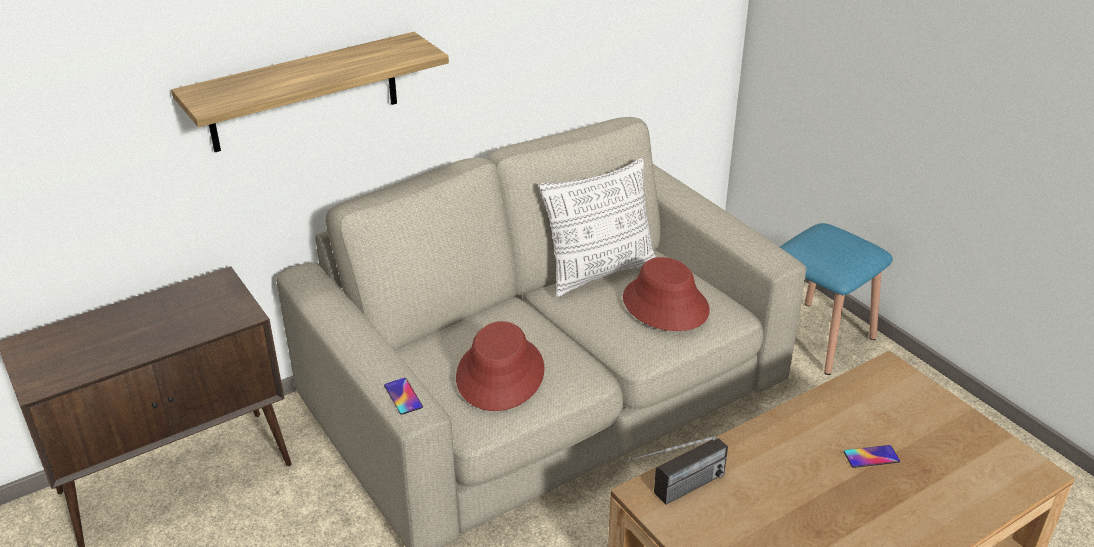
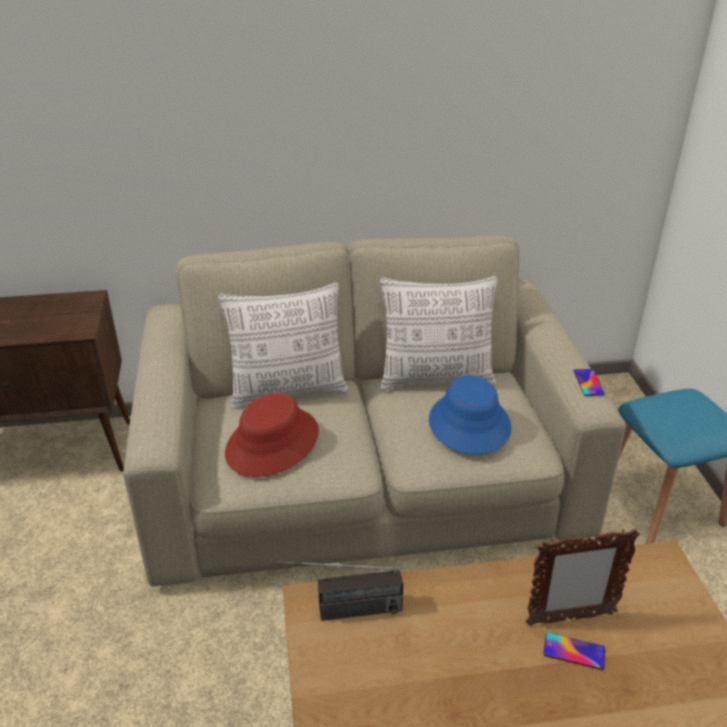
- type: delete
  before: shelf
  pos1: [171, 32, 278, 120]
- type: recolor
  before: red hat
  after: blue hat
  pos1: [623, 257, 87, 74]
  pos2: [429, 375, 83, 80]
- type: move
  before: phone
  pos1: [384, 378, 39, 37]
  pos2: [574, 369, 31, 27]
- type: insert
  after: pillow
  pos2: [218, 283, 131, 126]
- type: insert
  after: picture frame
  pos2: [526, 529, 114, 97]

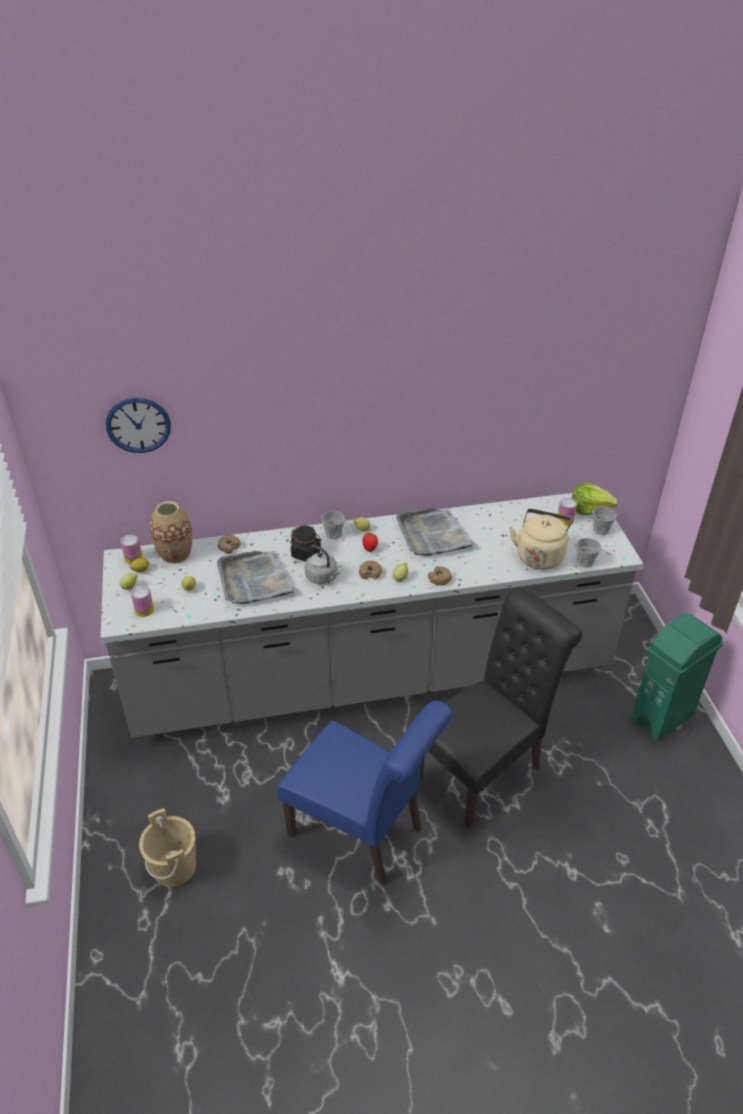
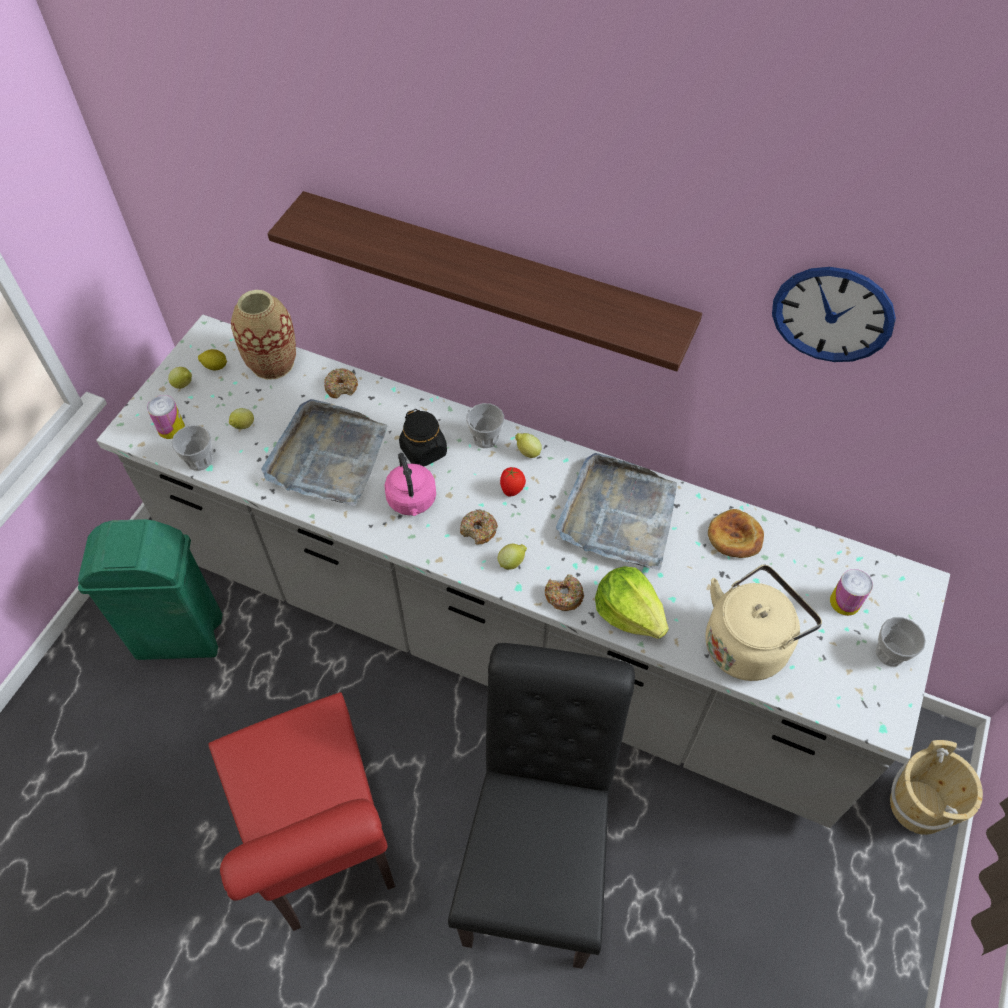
- type: move
  before: wall clock
  pos1: [106, 398, 65, 55]
  pos2: [772, 267, 124, 95]
- type: move
  before: lettuce
  pos1: [572, 483, 46, 32]
  pos2: [595, 566, 74, 73]
- type: delete
  before: can
  pos1: [121, 535, 22, 29]
- type: move
  before: cup
  pos1: [576, 538, 25, 30]
  pos2: [171, 425, 42, 46]
- type: recolor
  before: grey kettle
  after: pink kettle
  pos1: [305, 545, 35, 39]
  pos2: [384, 453, 52, 63]
- type: rotate
  before: black chair
  pos1: [420, 587, 162, 242]
  pos2: [448, 643, 187, 326]
  turn: -75
- type: move
  before: green trash can
  pos1: [630, 613, 93, 129]
  pos2: [78, 519, 145, 141]
- type: recolor
  before: blue chair
  after: red chair
  pos1: [276, 701, 177, 184]
  pos2: [208, 692, 187, 239]
- type: move
  before: beige bucket
  pos1: [139, 808, 57, 79]
  pos2: [890, 740, 93, 95]
- type: insert
  after: shelf
  pos2: [267, 191, 435, 180]
- type: insert
  after: bread
  pos2: [708, 509, 56, 49]

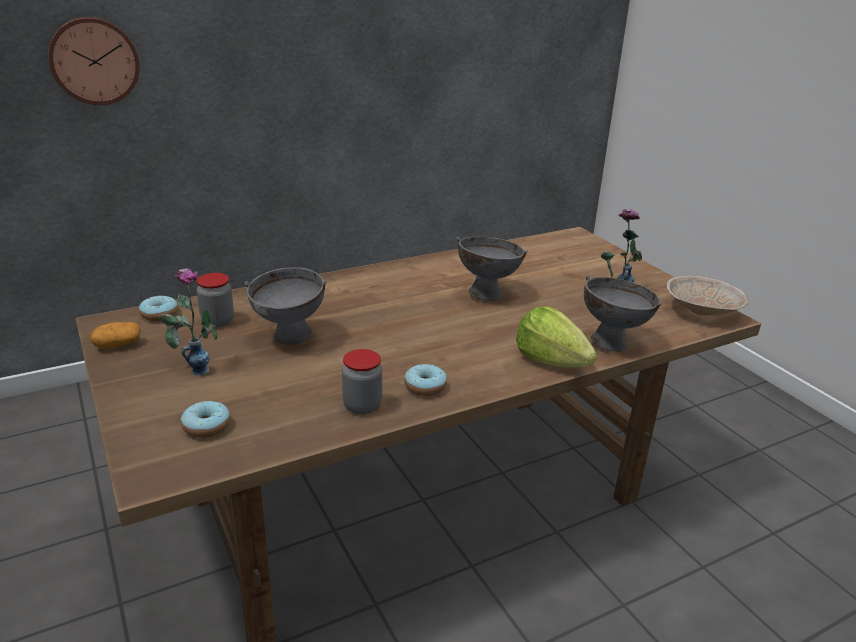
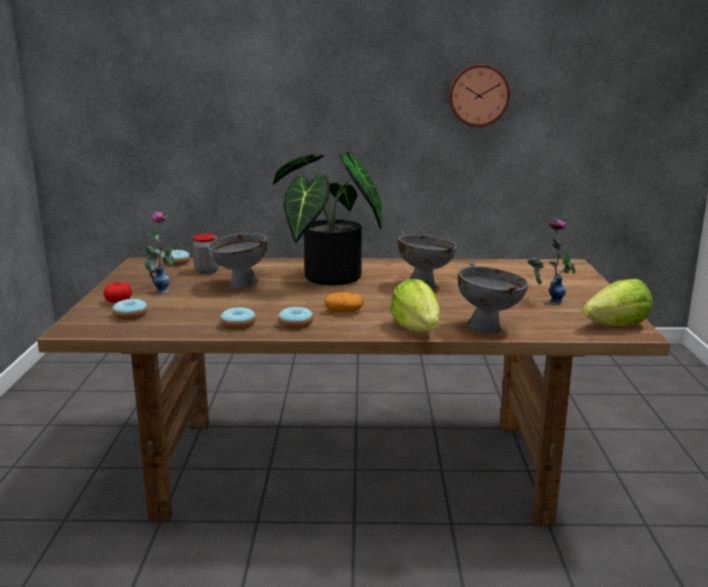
- type: move
  before: wall clock
  pos1: [48, 17, 92, 88]
  pos2: [449, 64, 61, 63]
- type: replace
  before: beige bowl
  after: lettuce
  pos1: [667, 275, 82, 40]
  pos2: [582, 278, 71, 48]
- type: move
  before: potato
  pos1: [90, 322, 51, 27]
  pos2: [324, 292, 40, 20]
- type: replace
  before: jar
  after: donut
  pos1: [342, 349, 40, 65]
  pos2: [220, 308, 36, 21]
- type: insert
  after: potted plant
  pos2: [273, 152, 109, 133]
- type: insert
  after: tomato
  pos2: [104, 282, 28, 21]

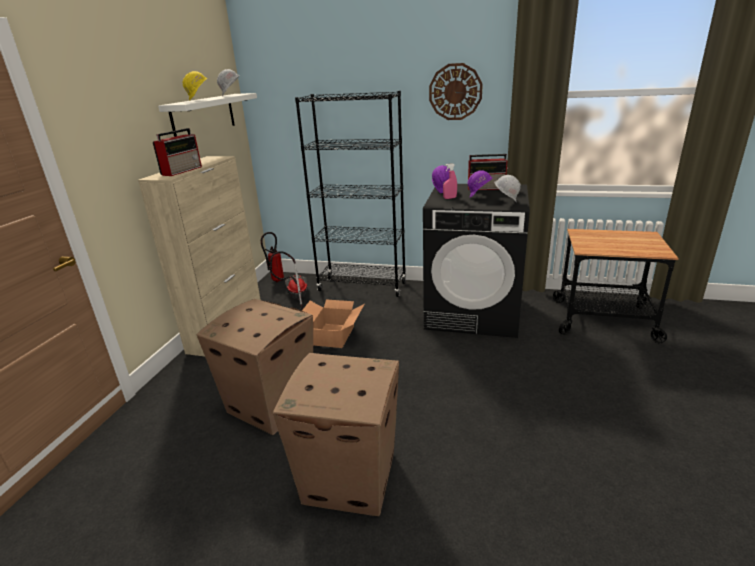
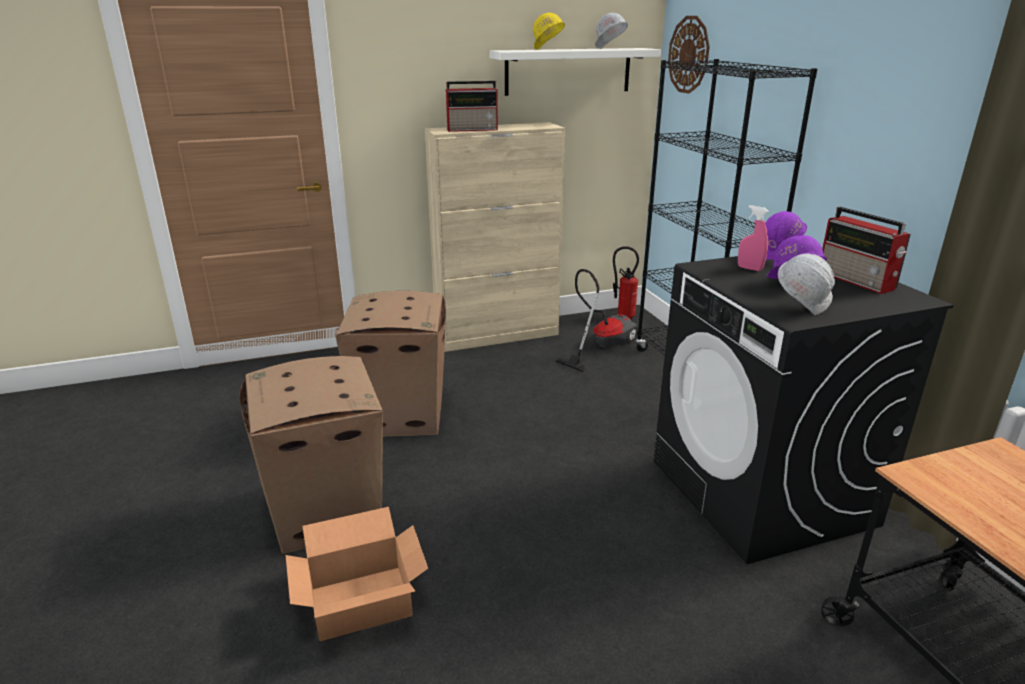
- type: move
  before: wall clock
  pos1: [429, 63, 54, 57]
  pos2: [668, 16, 42, 78]
- type: move
  before: cardboard box
  pos1: [302, 299, 62, 49]
  pos2: [286, 507, 142, 134]

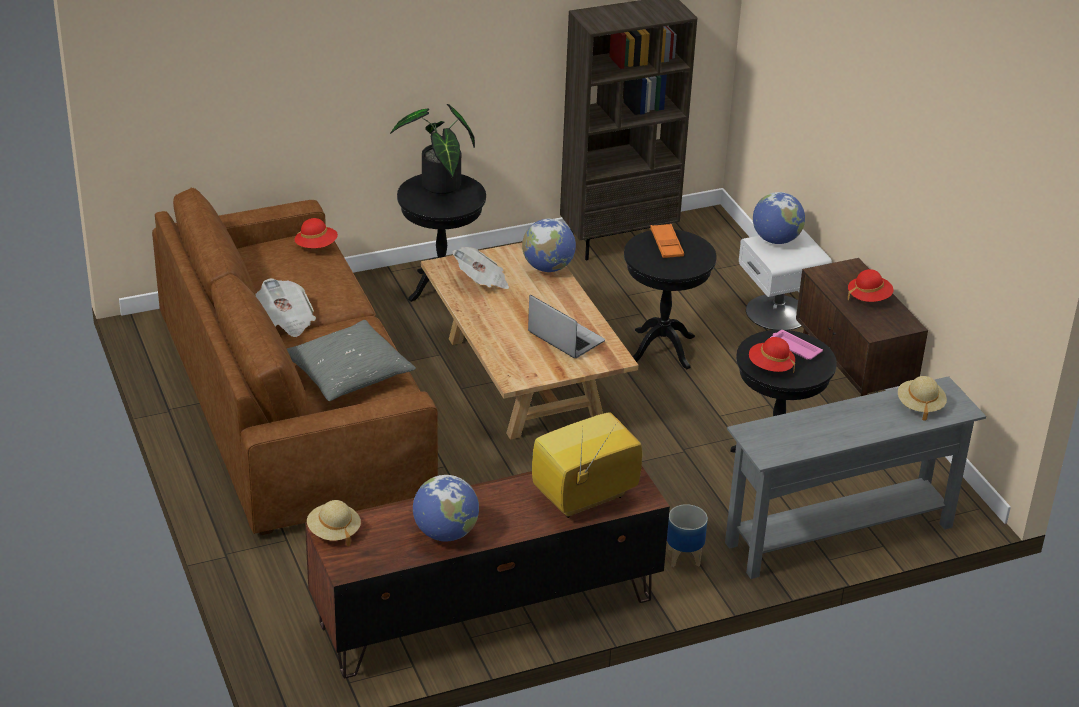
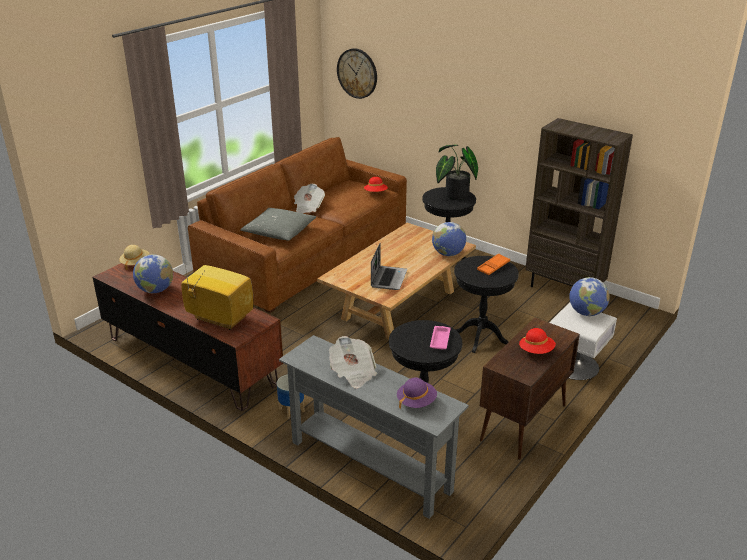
- type: move
  before: newspaper
  pos1: [453, 247, 56, 42]
  pos2: [329, 336, 48, 53]
- type: delete
  before: red hat
  pos1: [749, 337, 46, 36]
- type: recolor
  before: beige hat
  after: purple hat
  pos1: [898, 376, 49, 45]
  pos2: [397, 377, 40, 31]
- type: insert
  after: wall clock
  pos2: [337, 48, 40, 51]

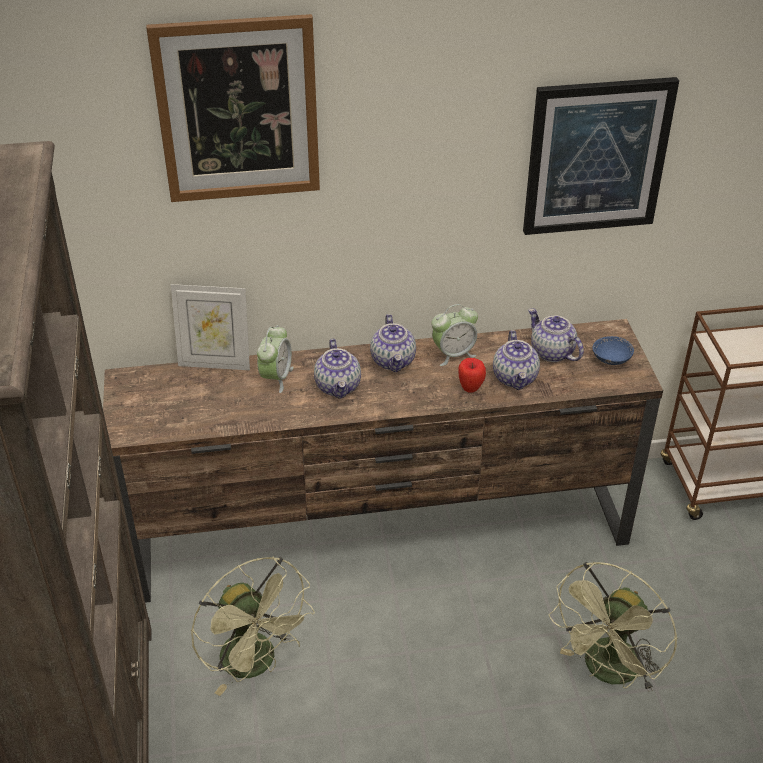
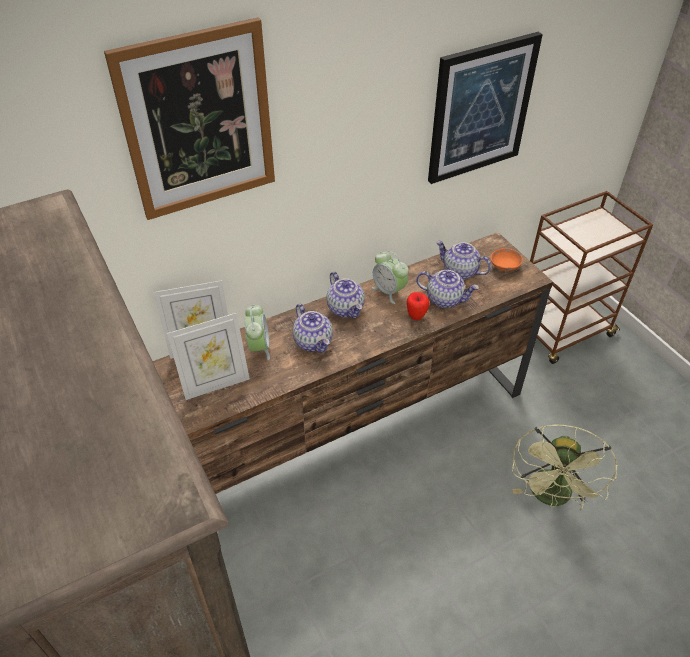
- type: rotate
  before: alarm clock
  pos1: [432, 304, 46, 62]
  pos2: [371, 251, 38, 53]
  turn: 90
- type: rotate
  before: teapot
  pos1: [493, 330, 47, 60]
  pos2: [416, 270, 63, 38]
  turn: -45
- type: recolor
  before: blue bowl
  after: orange bowl
  pos1: [593, 336, 41, 29]
  pos2: [491, 248, 32, 23]
- type: delete
  before: green fan
  pos1: [191, 557, 124, 139]
- type: insert
  after: picture frame
  pos2: [167, 313, 83, 87]

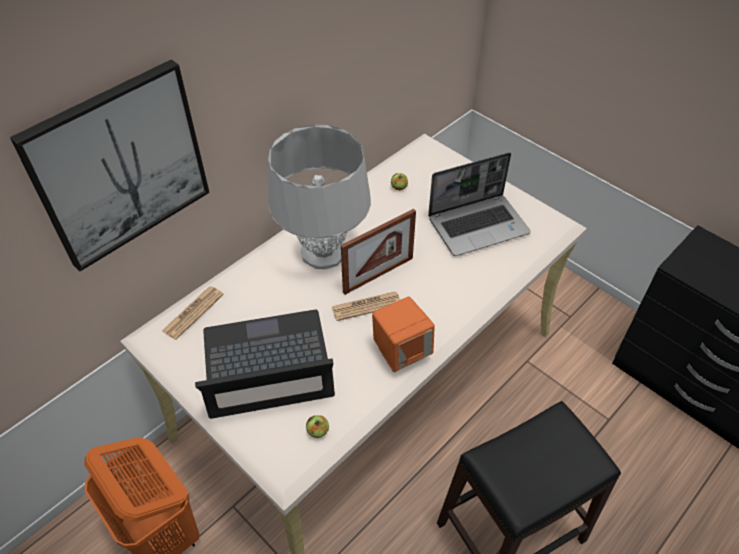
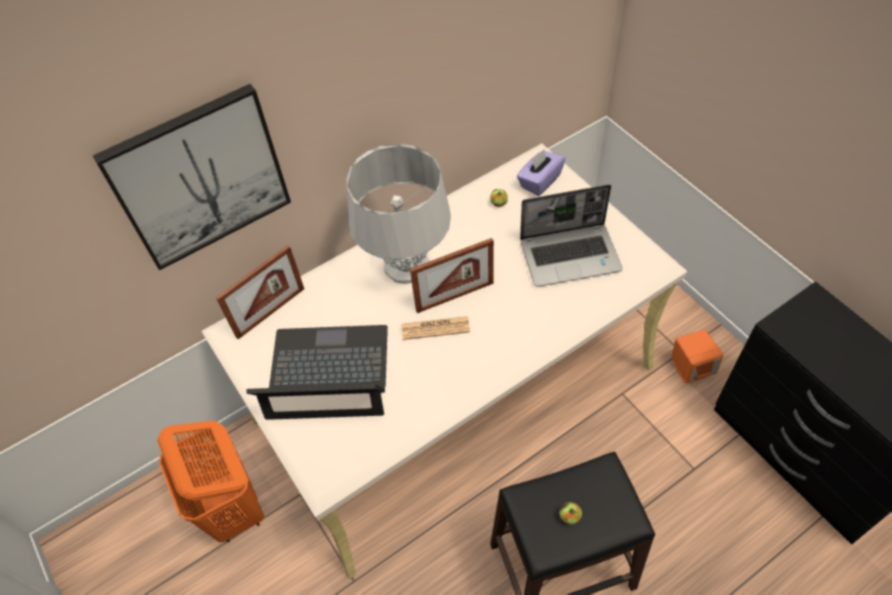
- type: replace
  before: newspaper
  after: picture frame
  pos1: [162, 286, 62, 54]
  pos2: [216, 245, 88, 94]
- type: move
  before: orange speaker
  pos1: [372, 297, 63, 75]
  pos2: [671, 329, 52, 54]
- type: move
  before: apple
  pos1: [306, 415, 23, 23]
  pos2: [559, 502, 23, 22]
- type: insert
  after: purple tissue box
  pos2: [517, 149, 48, 47]

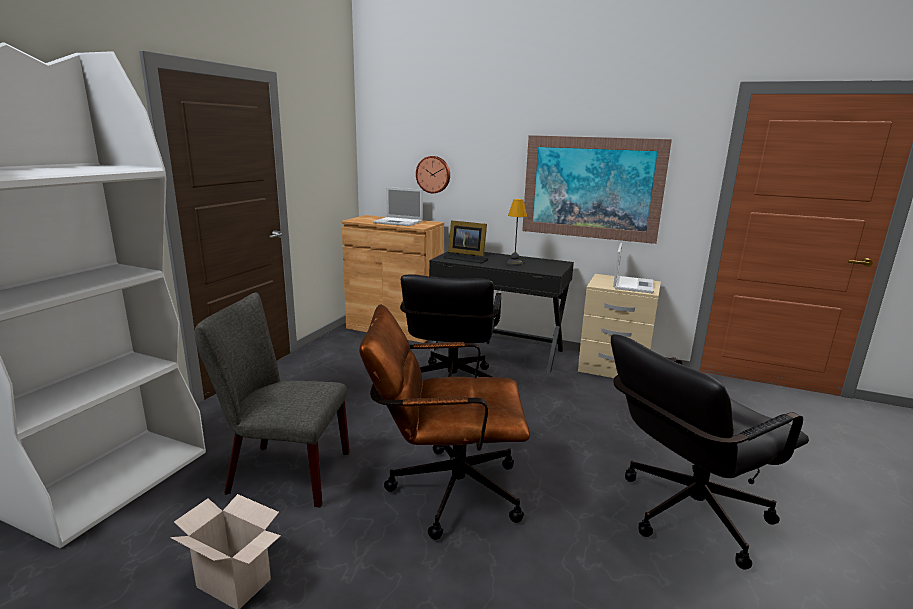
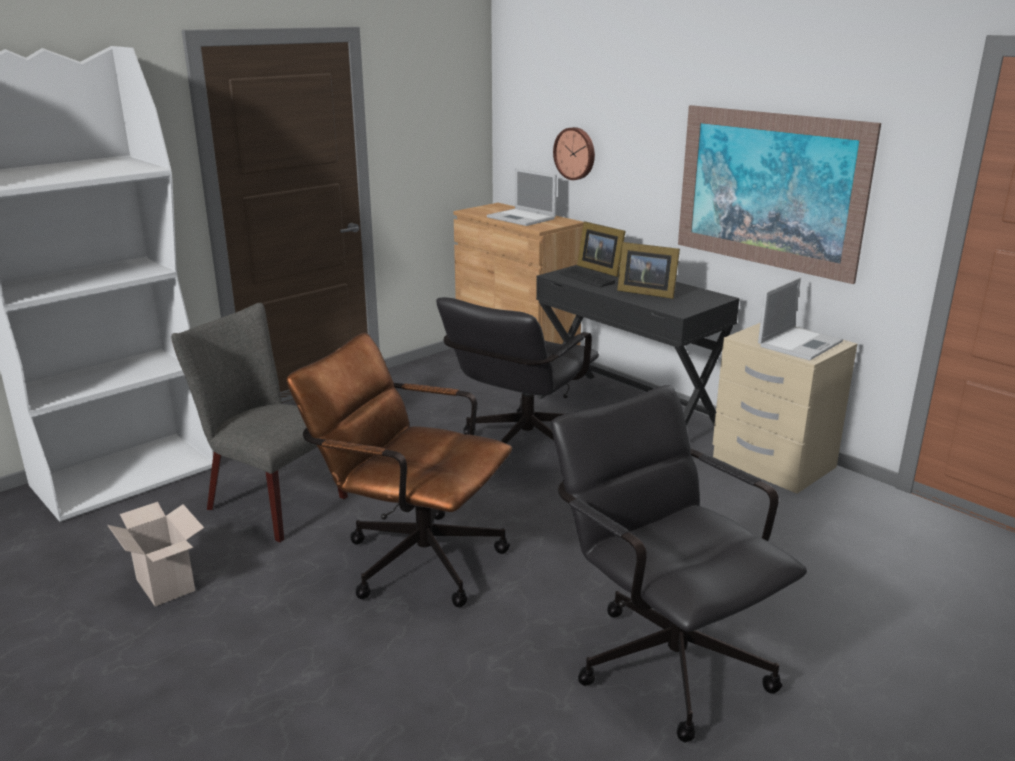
- type: replace
  before: table lamp
  after: picture frame
  pos1: [507, 199, 20, 67]
  pos2: [617, 242, 63, 57]
- type: rotate
  before: black office chair
  pos1: [611, 334, 198, 236]
  pos2: [551, 385, 256, 357]
  turn: 60

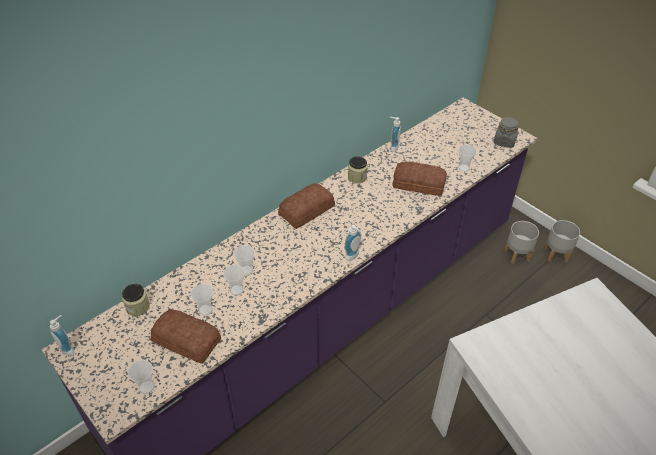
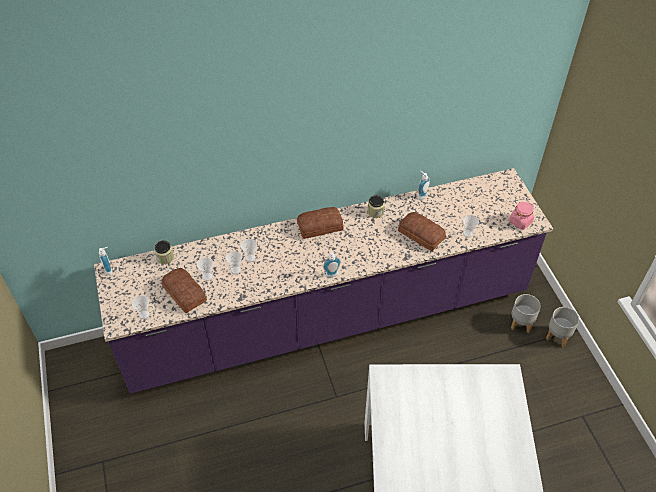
- type: recolor
  before: grey jar
  after: pink jar
  pos1: [494, 117, 25, 31]
  pos2: [509, 202, 25, 28]

